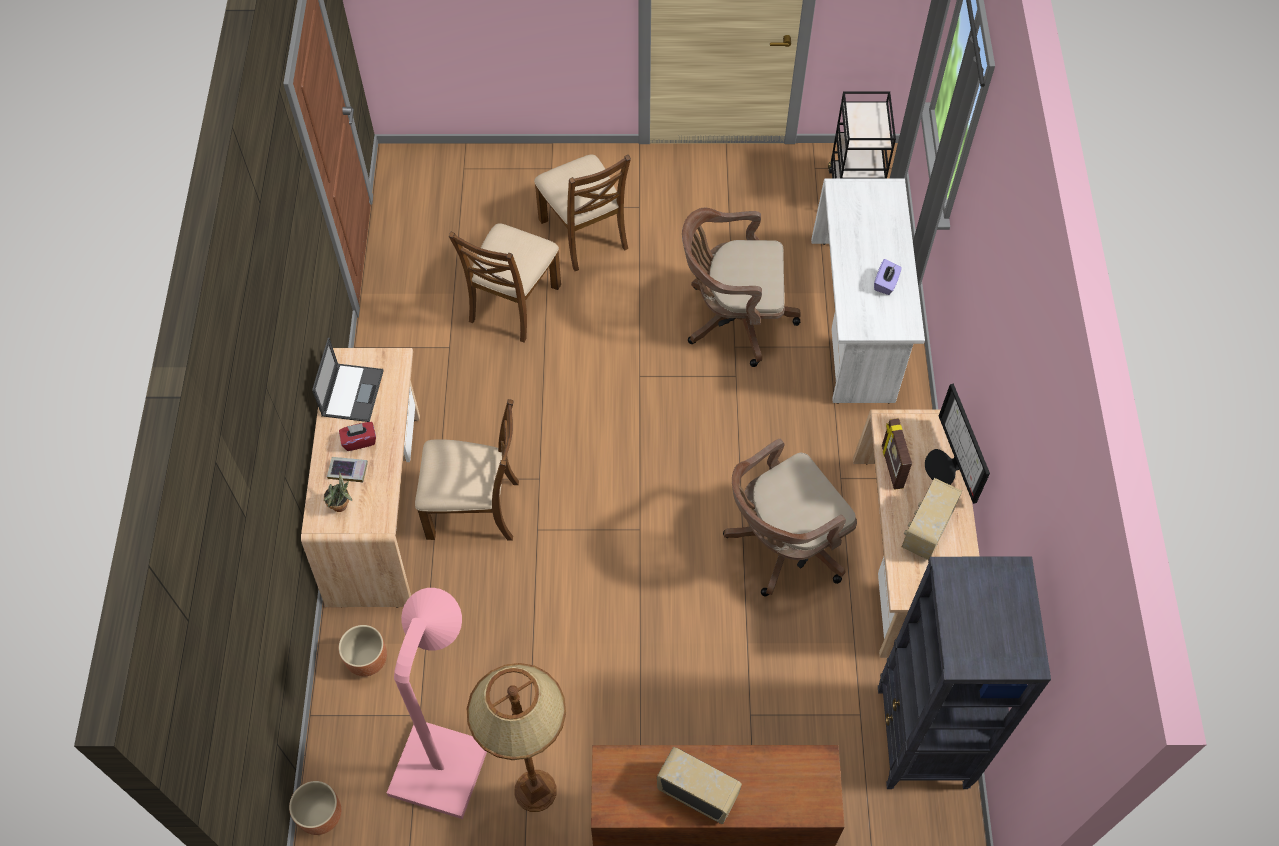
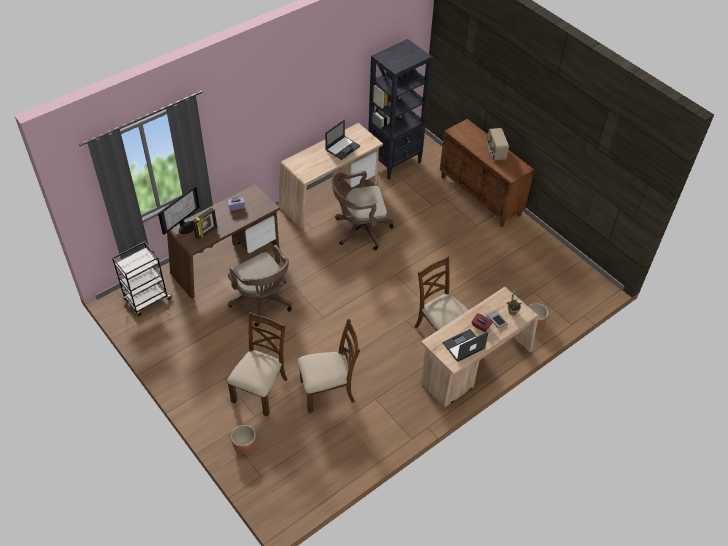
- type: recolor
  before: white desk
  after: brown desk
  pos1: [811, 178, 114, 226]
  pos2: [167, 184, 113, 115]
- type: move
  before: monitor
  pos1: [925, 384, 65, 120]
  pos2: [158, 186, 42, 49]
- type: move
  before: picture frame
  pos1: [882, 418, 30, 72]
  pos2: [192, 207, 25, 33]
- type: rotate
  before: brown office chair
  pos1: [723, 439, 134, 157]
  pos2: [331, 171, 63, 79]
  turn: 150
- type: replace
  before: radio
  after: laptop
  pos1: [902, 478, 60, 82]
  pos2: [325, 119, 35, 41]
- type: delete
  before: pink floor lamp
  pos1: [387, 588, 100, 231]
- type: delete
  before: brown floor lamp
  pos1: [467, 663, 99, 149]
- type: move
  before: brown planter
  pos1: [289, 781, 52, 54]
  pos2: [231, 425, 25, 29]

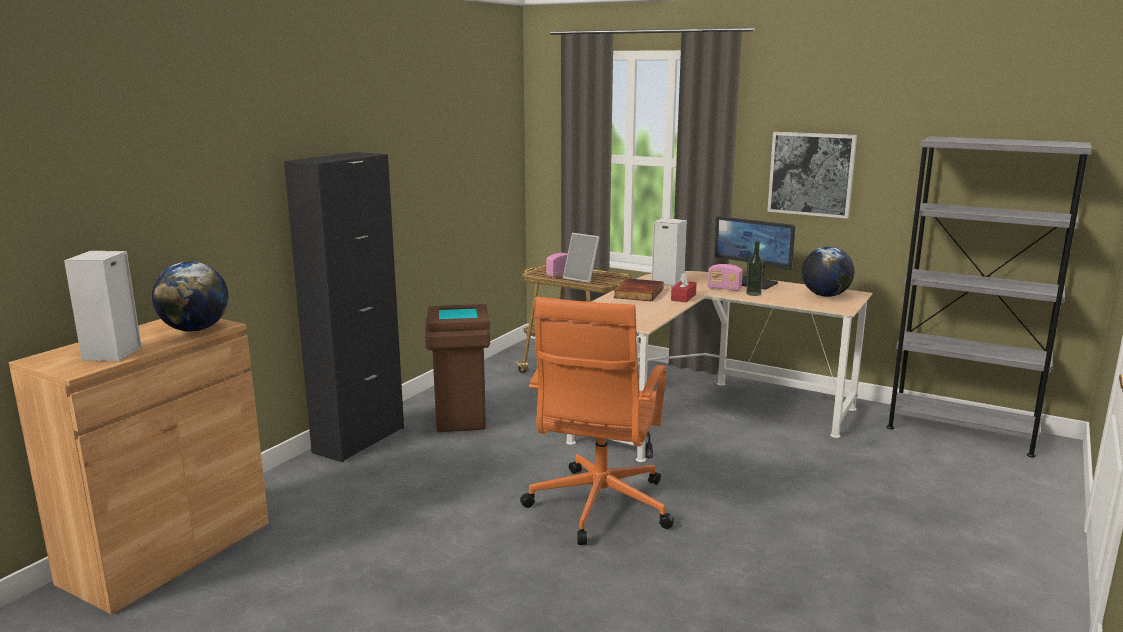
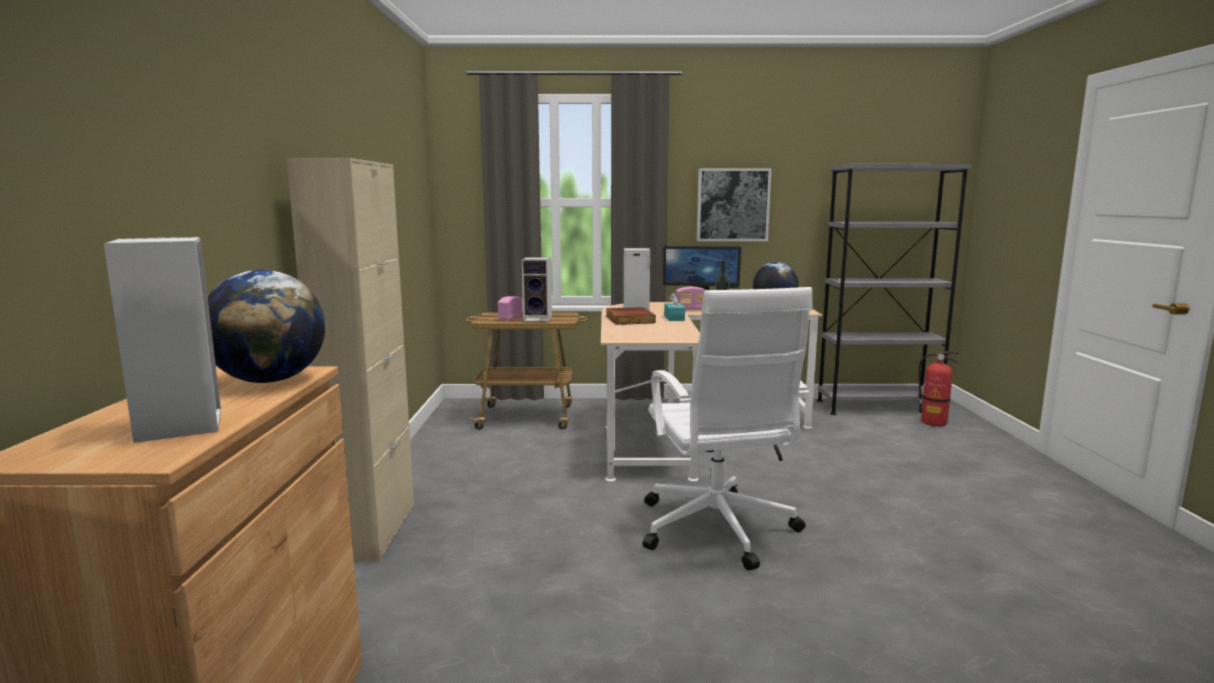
- type: recolor
  before: black cabinet
  after: beige cabinet
  pos1: [284, 152, 120, 311]
  pos2: [287, 158, 127, 404]
- type: replace
  before: picture frame
  after: speaker
  pos1: [563, 233, 37, 50]
  pos2: [522, 257, 30, 65]
- type: recolor
  before: red tissue box
  after: turquoise tissue box
  pos1: [671, 272, 26, 31]
  pos2: [664, 293, 21, 28]
- type: recolor
  before: orange office chair
  after: white office chair
  pos1: [520, 297, 154, 248]
  pos2: [643, 287, 170, 283]
- type: delete
  before: brown trash can
  pos1: [425, 304, 65, 128]
- type: insert
  after: fire extinguisher
  pos2: [918, 351, 42, 75]

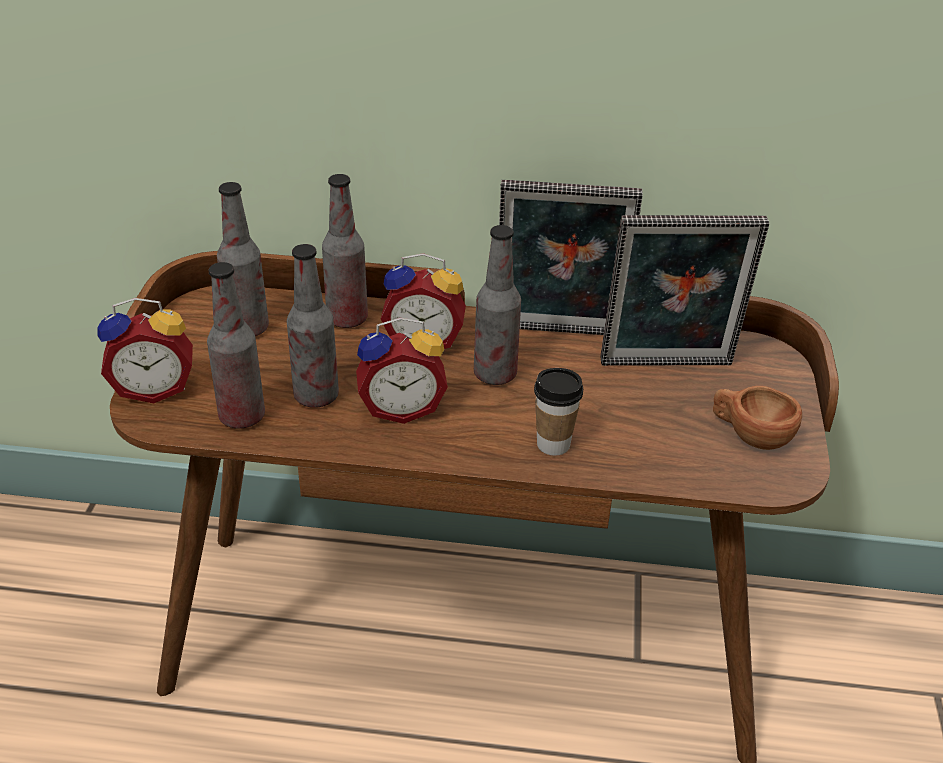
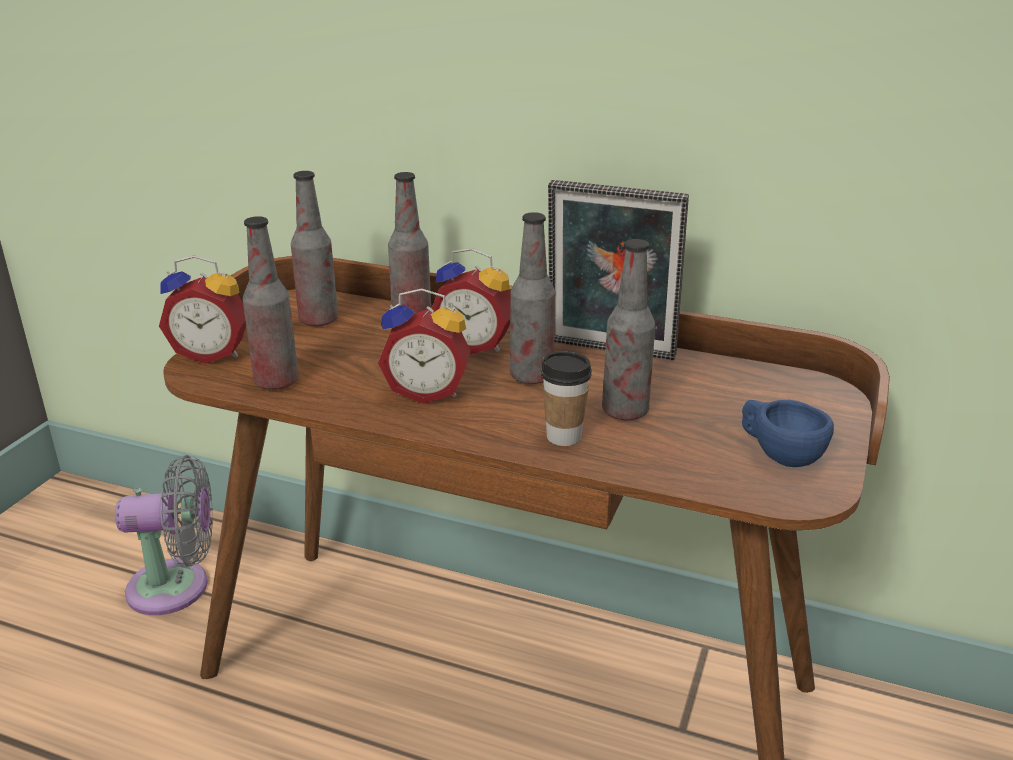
- type: delete
  before: picture frame
  pos1: [600, 215, 169, 151]
- type: move
  before: bottle
  pos1: [287, 244, 52, 164]
  pos2: [602, 239, 53, 181]
- type: recolor
  before: brown cup
  after: blue cup
  pos1: [713, 386, 89, 64]
  pos2: [742, 400, 92, 67]
- type: insert
  after: grey fan
  pos2: [115, 455, 98, 160]

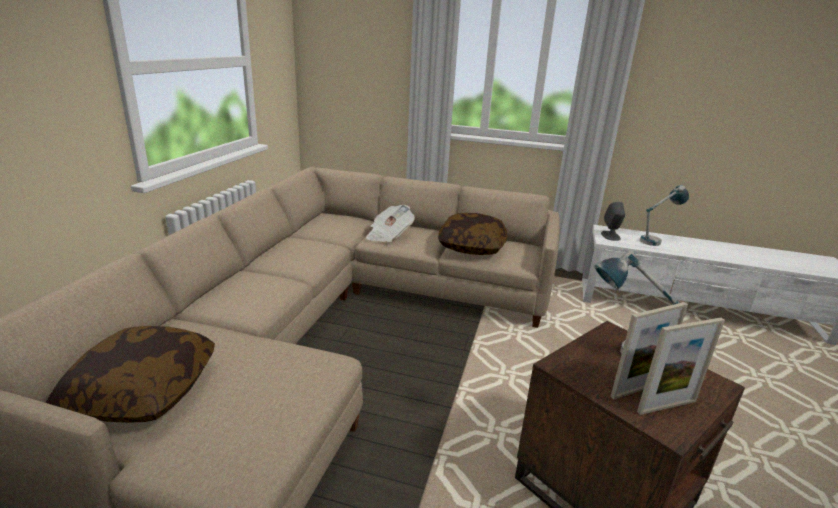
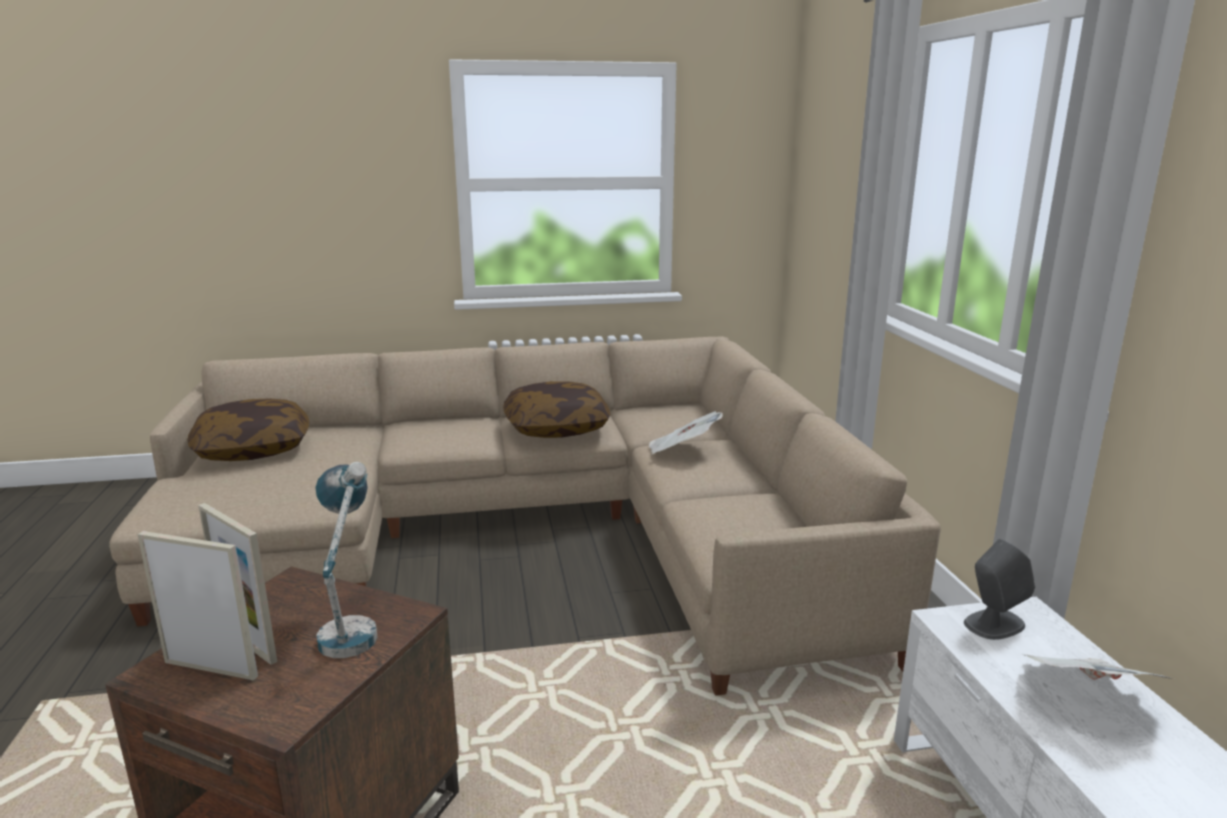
- type: replace
  before: table lamp
  after: newspaper
  pos1: [640, 185, 49, 61]
  pos2: [1025, 654, 148, 26]
- type: move
  before: pillow
  pos1: [438, 213, 69, 42]
  pos2: [503, 381, 107, 57]
- type: rotate
  before: picture frame
  pos1: [637, 318, 88, 97]
  pos2: [137, 531, 121, 150]
  turn: 150

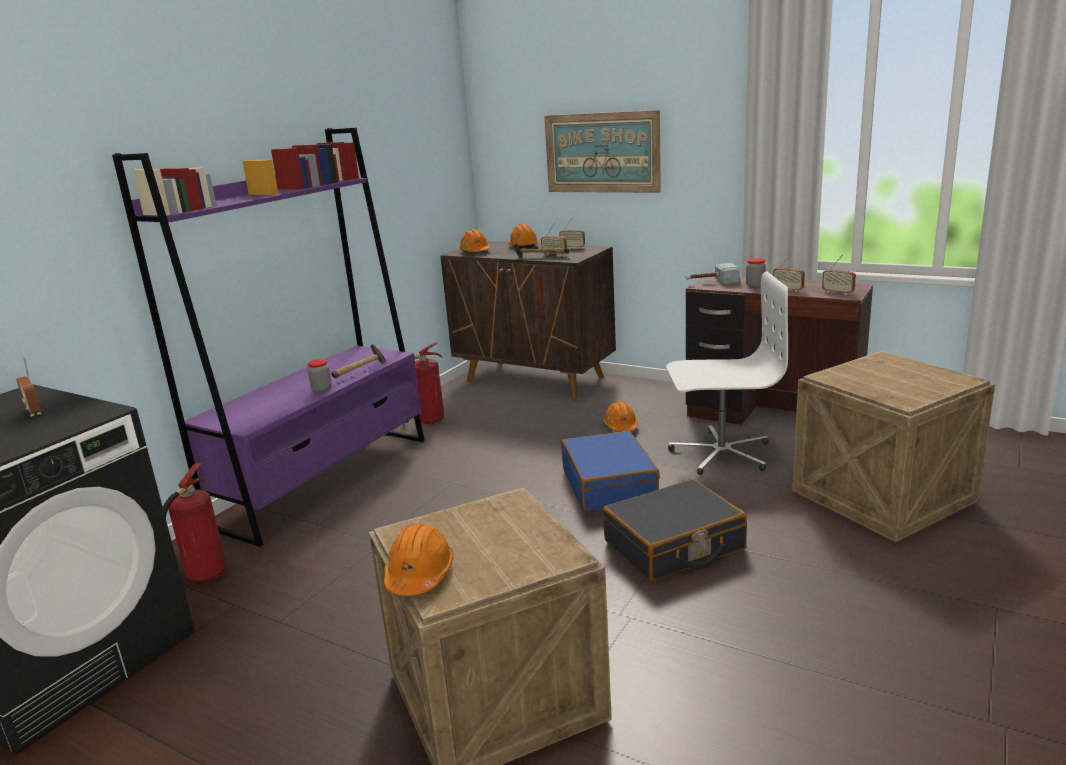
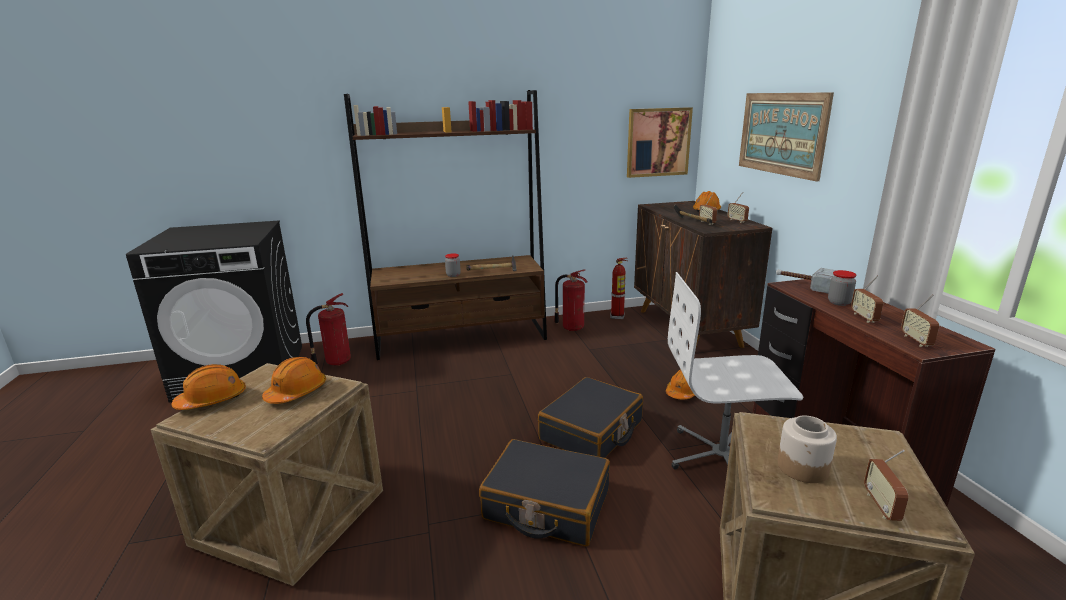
- type: recolor
  before: purple bookcase
  after: brown bookcase
  pos1: [112, 128, 313, 419]
  pos2: [344, 90, 203, 270]
- type: move
  before: orange hard hat
  pos1: [459, 229, 31, 23]
  pos2: [262, 357, 64, 47]
- type: rotate
  before: white office chair
  pos1: [666, 272, 122, 203]
  pos2: [668, 272, 135, 198]
  turn: 135
- type: move
  before: radio
  pos1: [16, 357, 26, 59]
  pos2: [864, 450, 45, 71]
- type: recolor
  before: blue suitcase
  after: black suitcase
  pos1: [561, 431, 99, 81]
  pos2: [538, 377, 105, 81]
- type: insert
  after: picture
  pos2: [627, 107, 66, 71]
- type: insert
  after: fire extinguisher
  pos2: [610, 258, 18, 61]
- type: insert
  after: jar
  pos2: [777, 416, 60, 67]

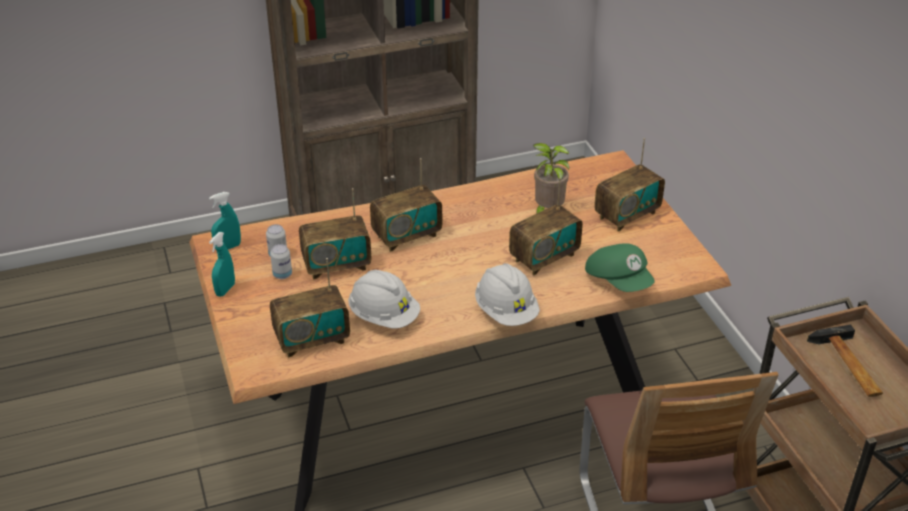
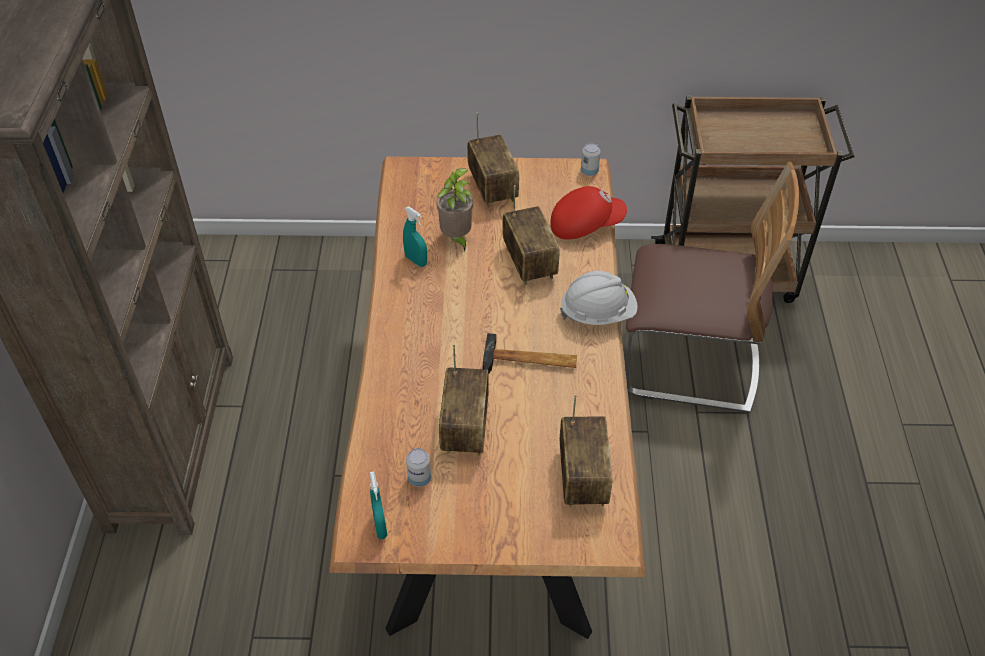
- type: delete
  before: radio
  pos1: [370, 158, 72, 94]
- type: move
  before: turquoise spray bottle
  pos1: [209, 232, 26, 65]
  pos2: [403, 207, 24, 60]
- type: recolor
  before: green cap
  after: red cap
  pos1: [585, 243, 70, 49]
  pos2: [550, 186, 77, 54]
- type: move
  before: can
  pos1: [270, 244, 22, 35]
  pos2: [581, 143, 20, 33]
- type: delete
  before: white hard hat
  pos1: [348, 270, 72, 59]
- type: move
  before: hammer
  pos1: [807, 324, 76, 73]
  pos2: [483, 333, 94, 41]

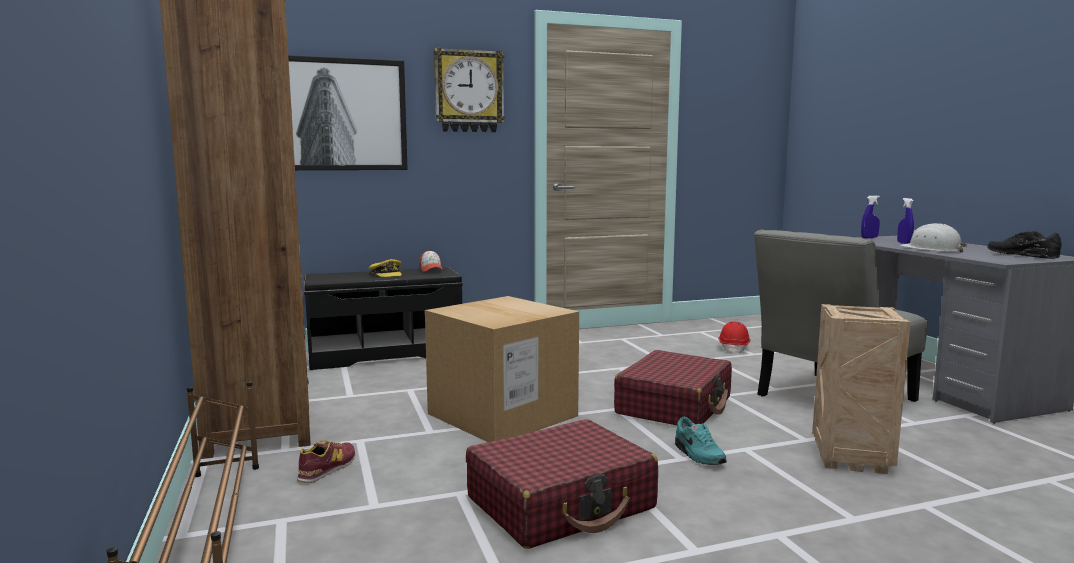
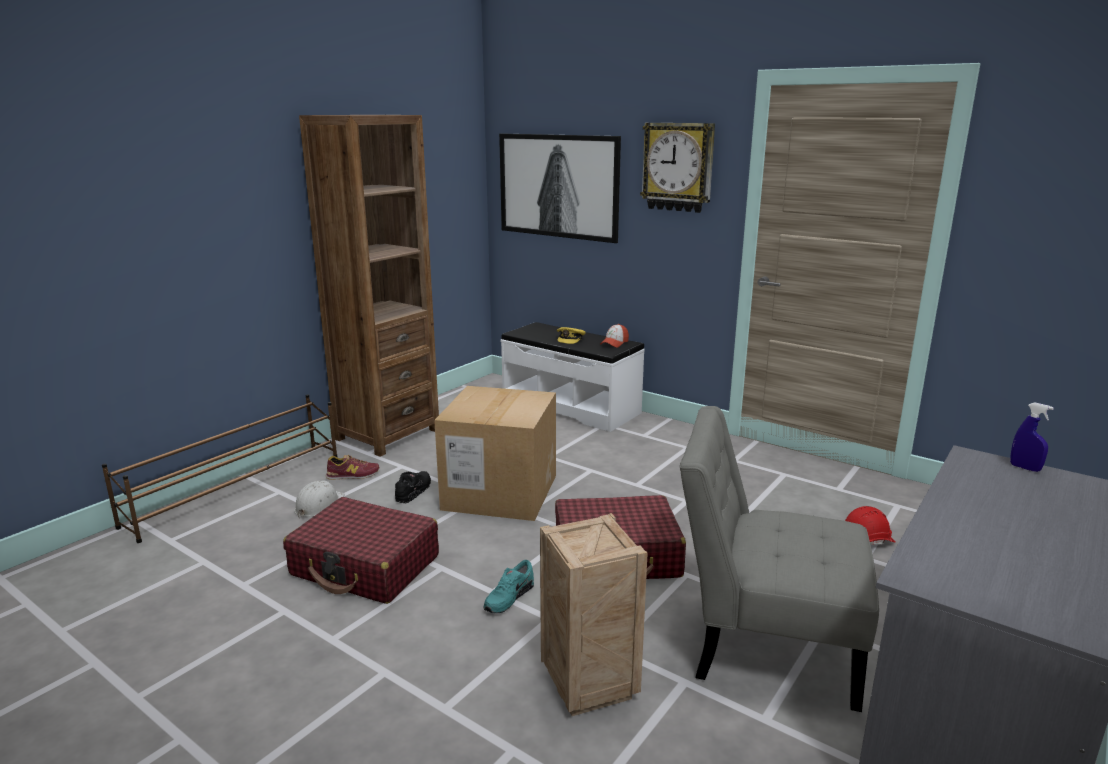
- type: delete
  before: blue spray bottle
  pos1: [897, 198, 17, 46]
- type: move
  before: white hard hat
  pos1: [900, 223, 67, 30]
  pos2: [294, 481, 51, 37]
- type: move
  before: black shoe
  pos1: [987, 231, 74, 28]
  pos2: [395, 471, 36, 32]
- type: recolor
  before: black bench
  after: white bench
  pos1: [304, 267, 159, 103]
  pos2: [501, 322, 144, 110]

